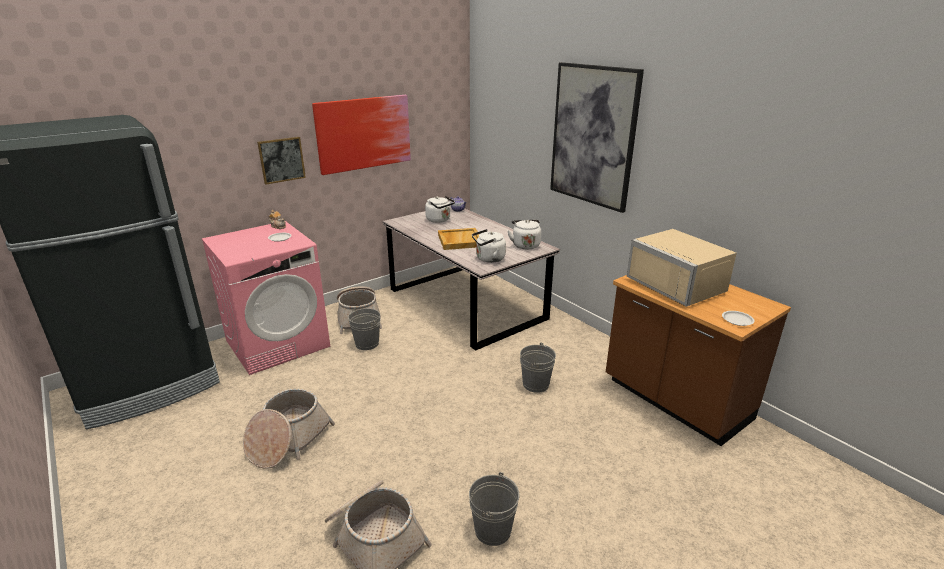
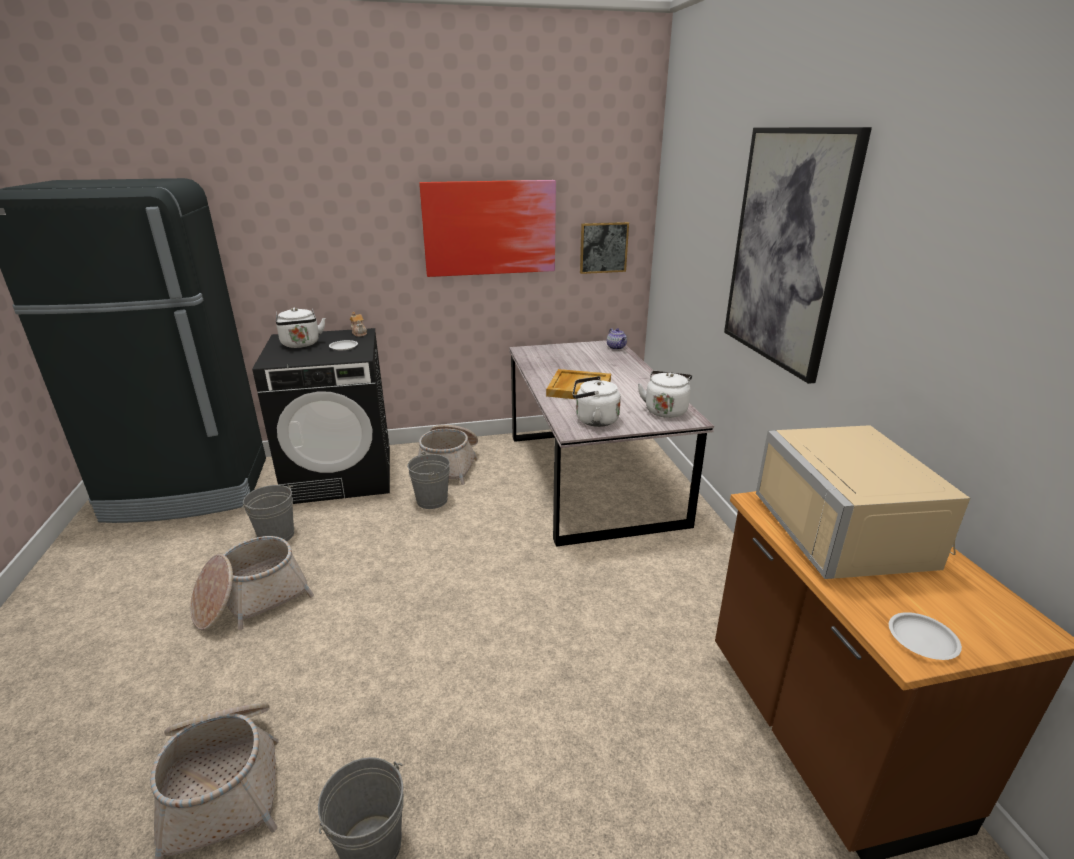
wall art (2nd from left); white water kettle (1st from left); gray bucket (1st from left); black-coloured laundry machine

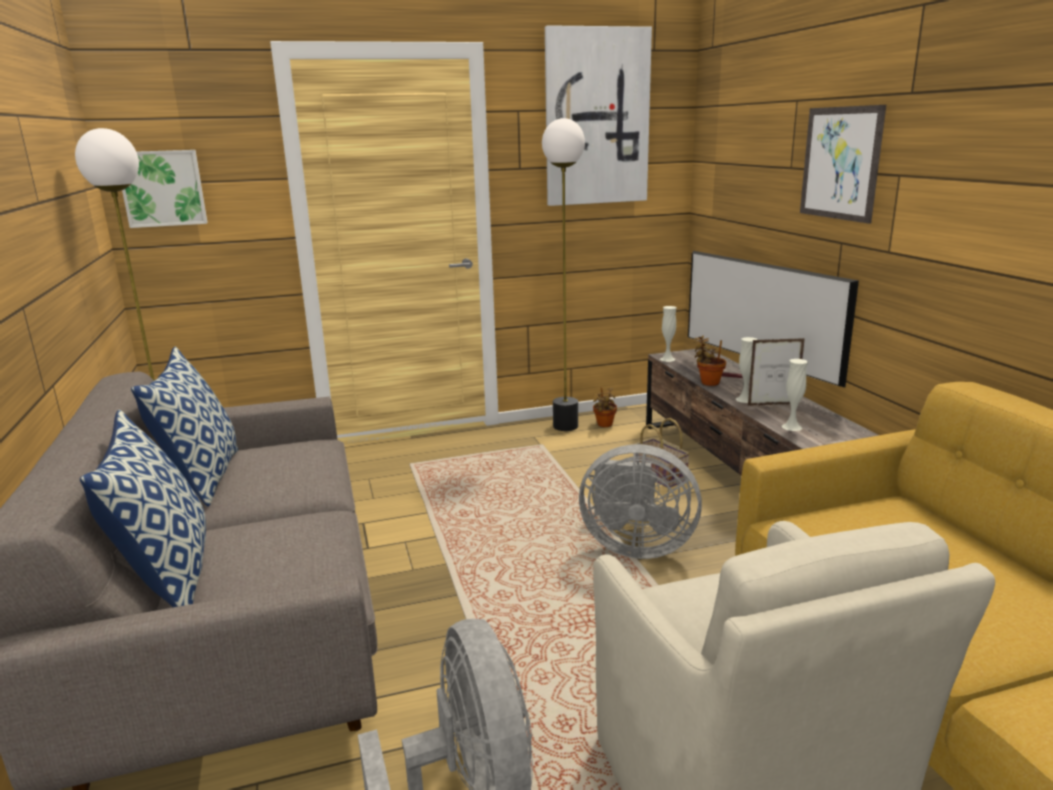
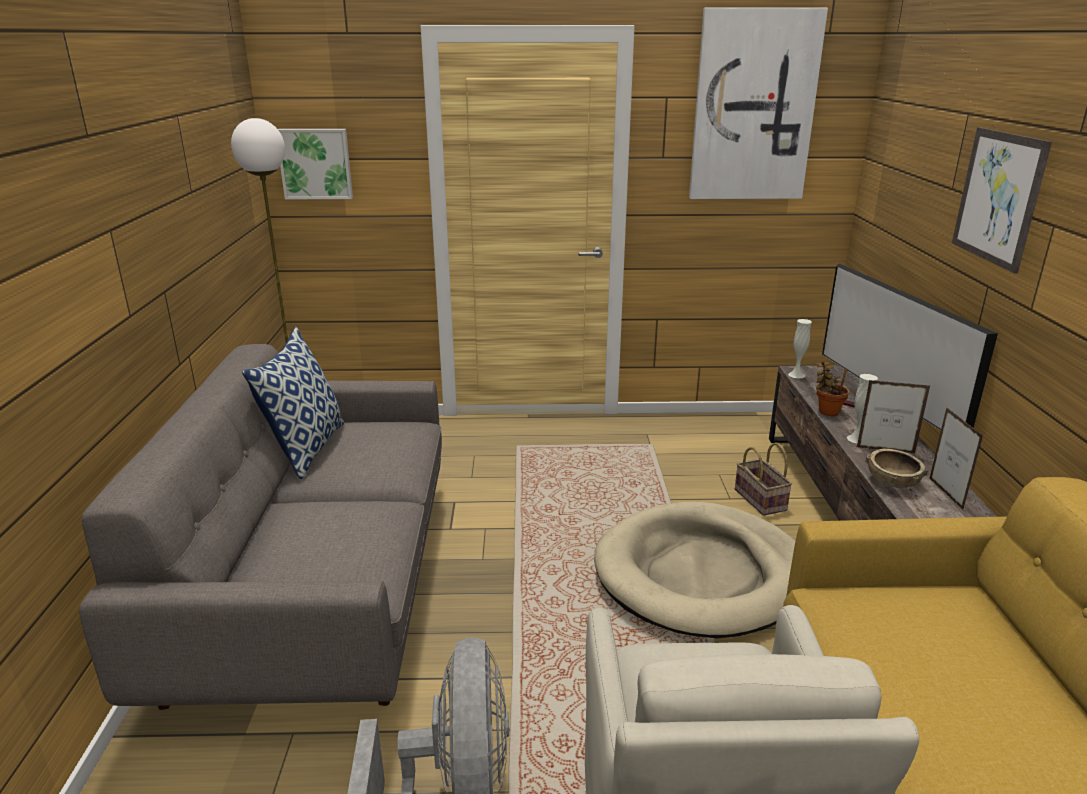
pillow (1st from left in the first image); standing lamp (2nd from left in the first image); houseplant (1st from left in the first image); photo frame (2nd from left); beige pet bed; brownish bowl

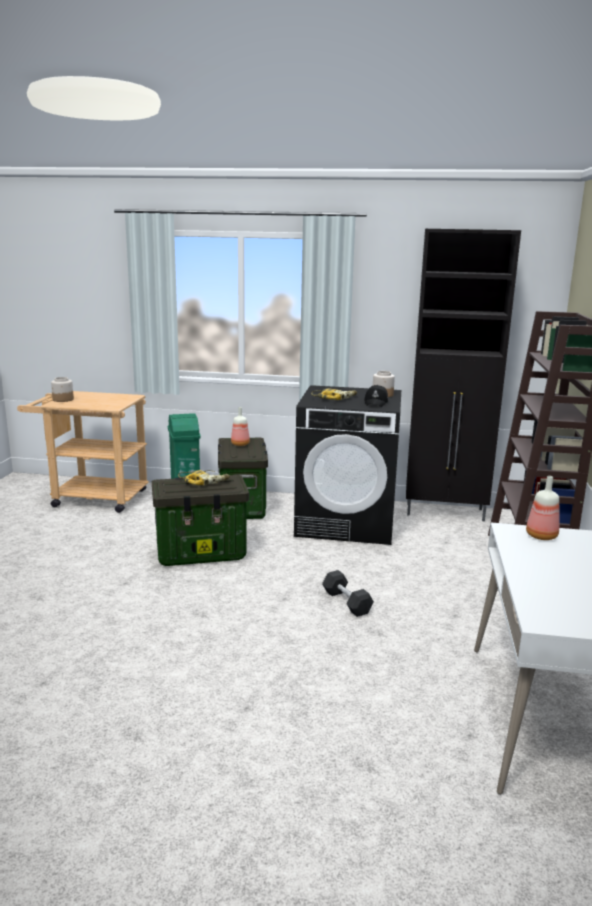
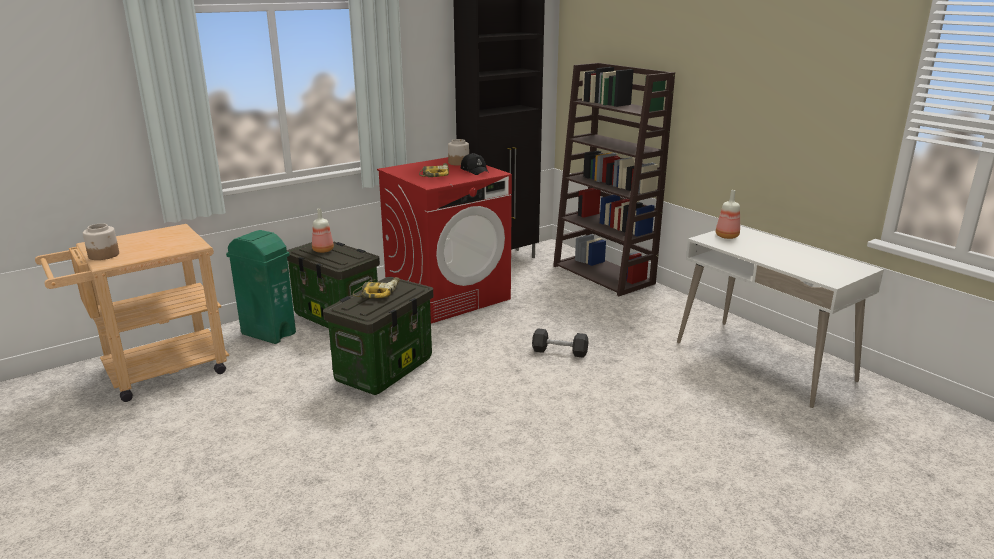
reddish laundry machine

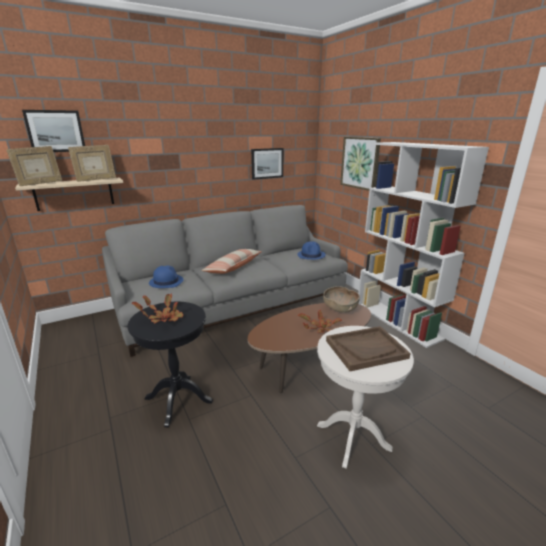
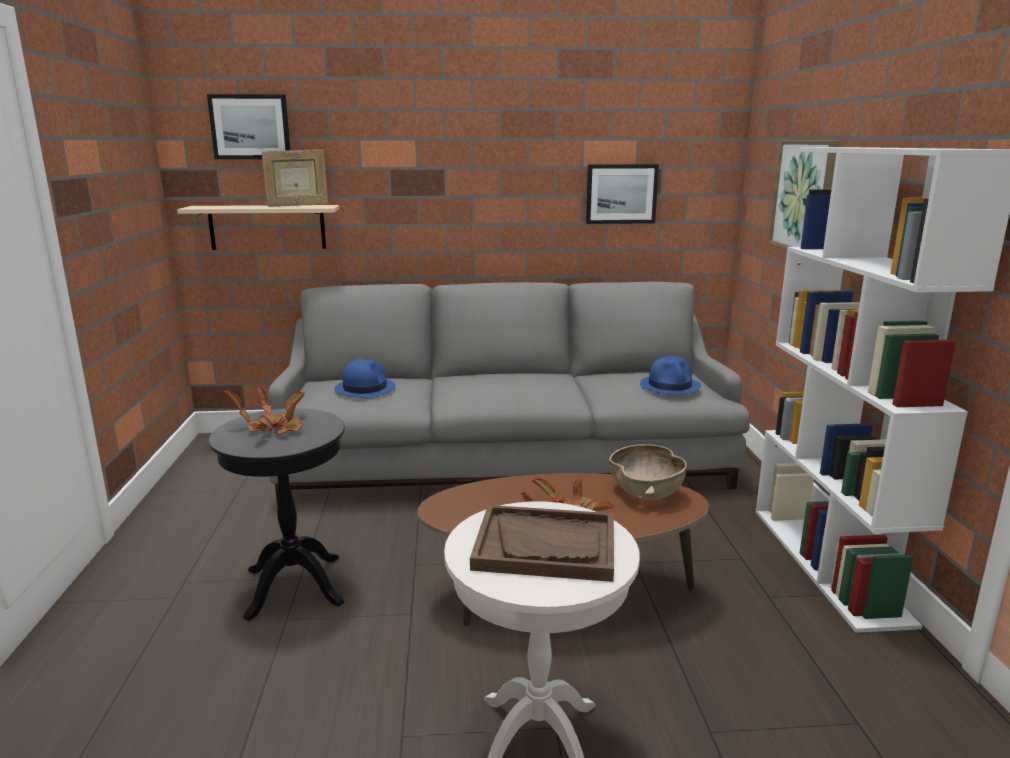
photo frame (1st from left in the first image); pillow

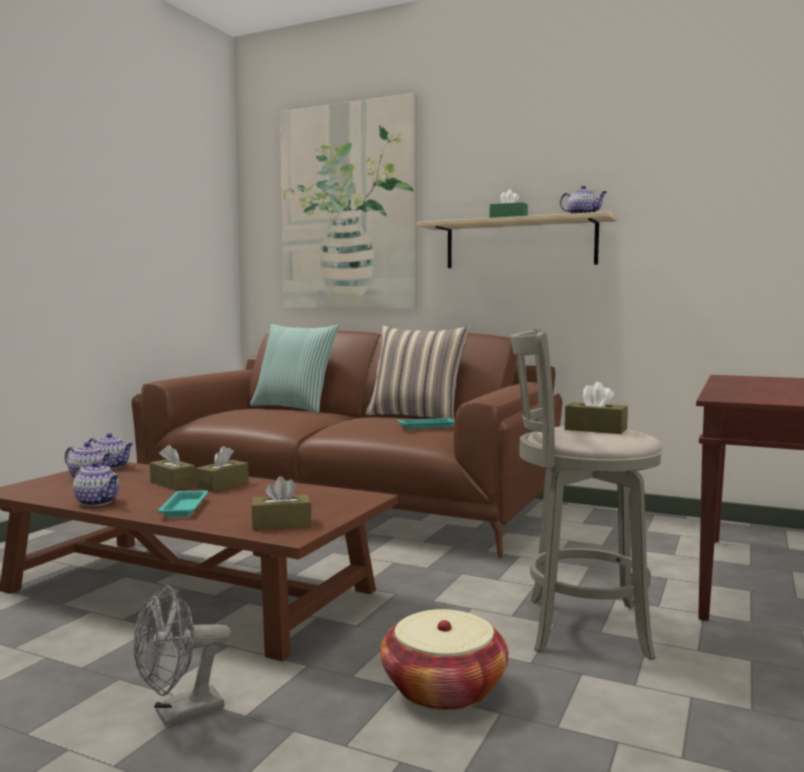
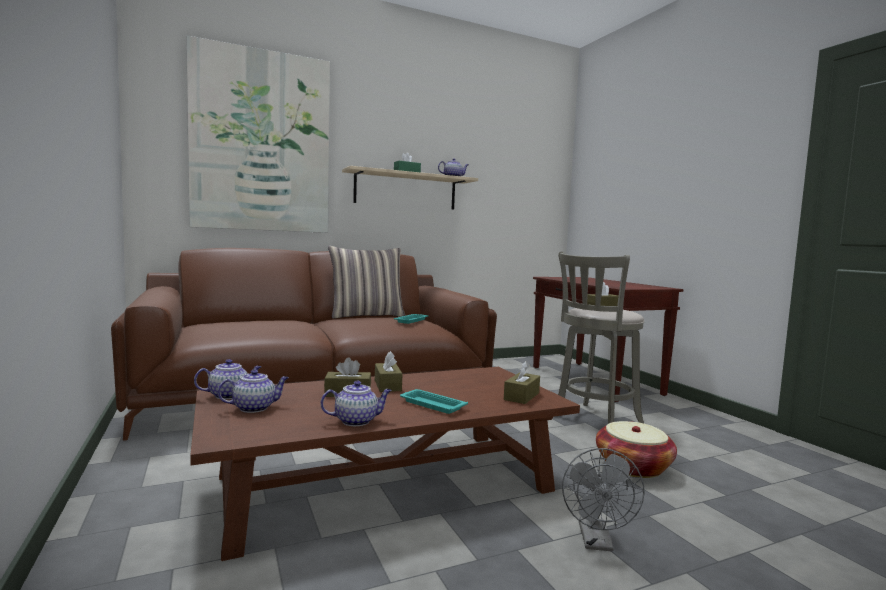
pillow (1st from left in the first image)

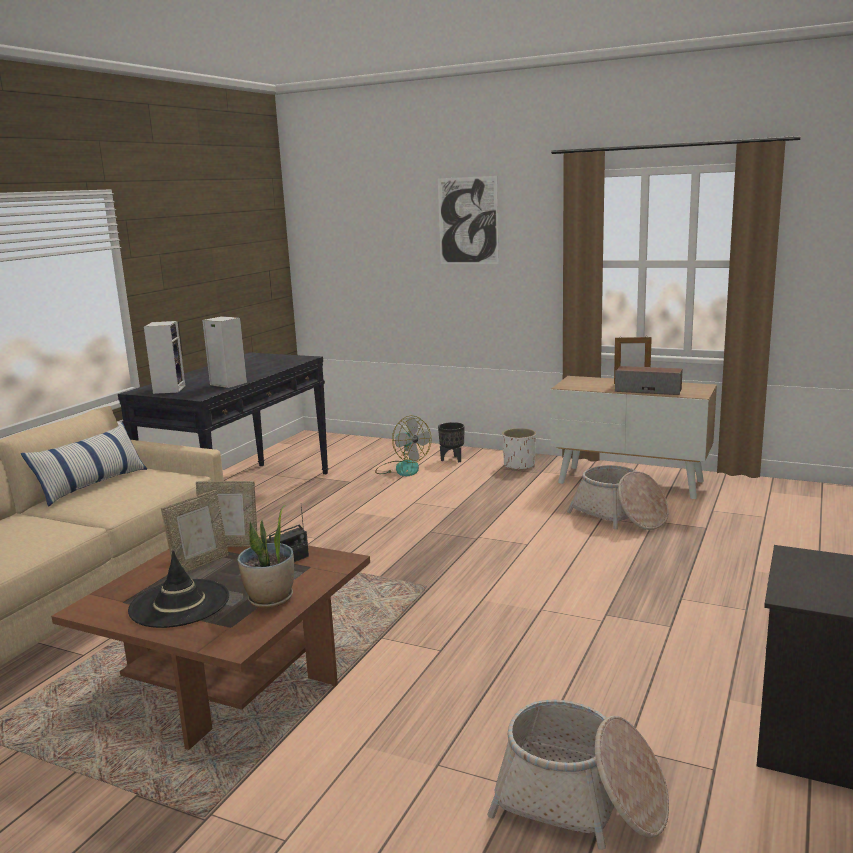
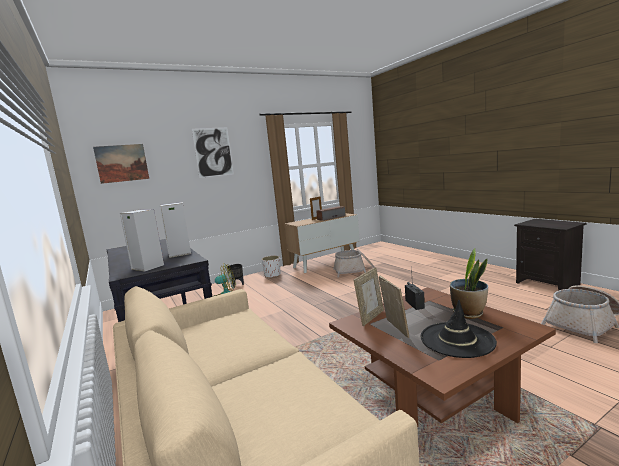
pillow; wall art (1st from left)

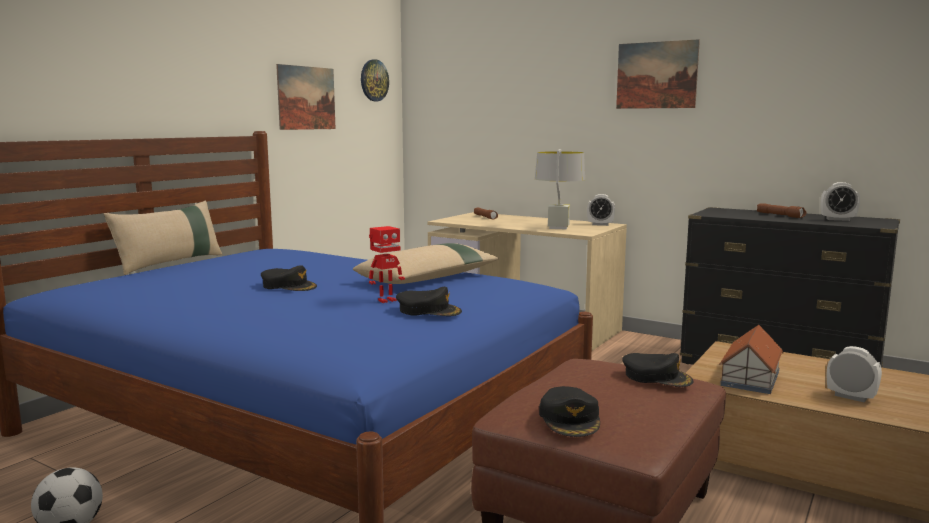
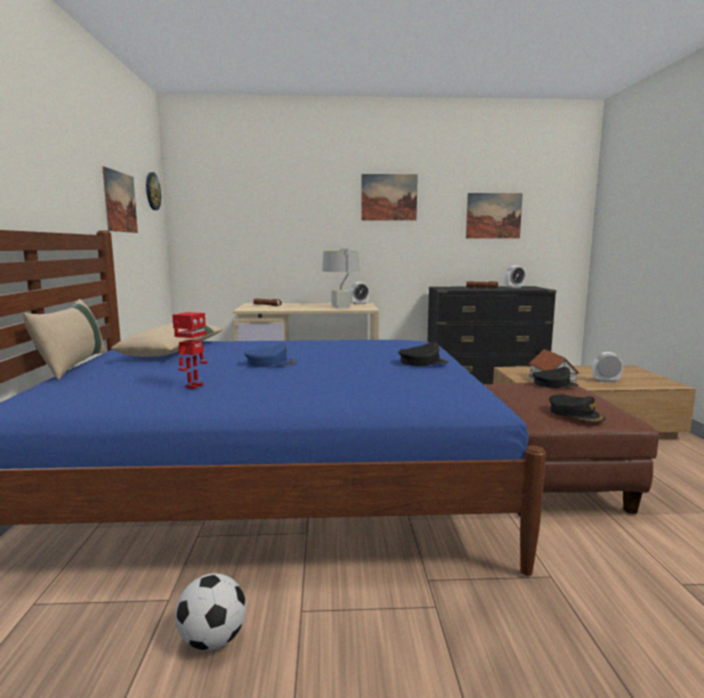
wall art (3rd from left); beige pillow (2nd from left); toy robot; bluish baseball cap

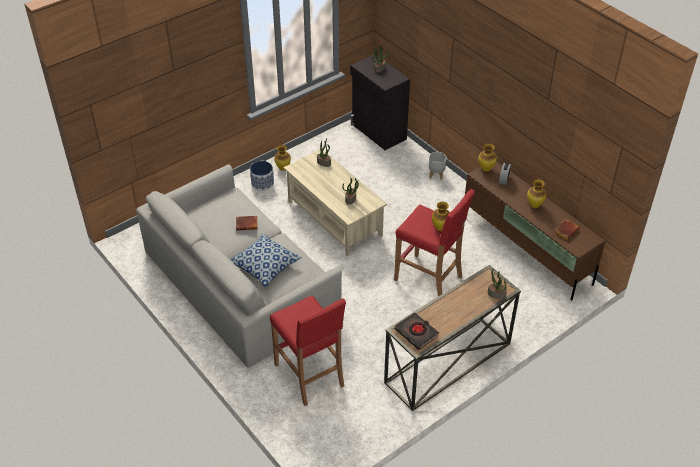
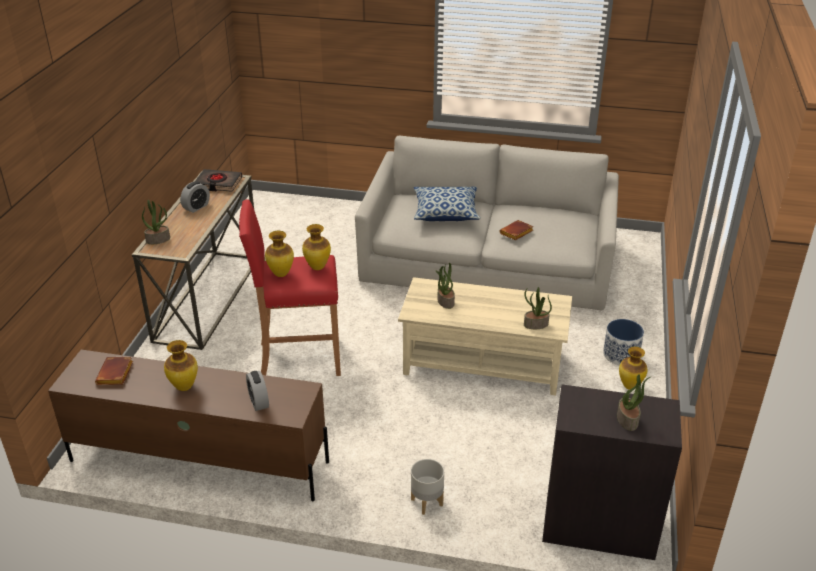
reddish sitting stool (1st from left in the first image); alarm clock (1st from left); vase (3rd from left)

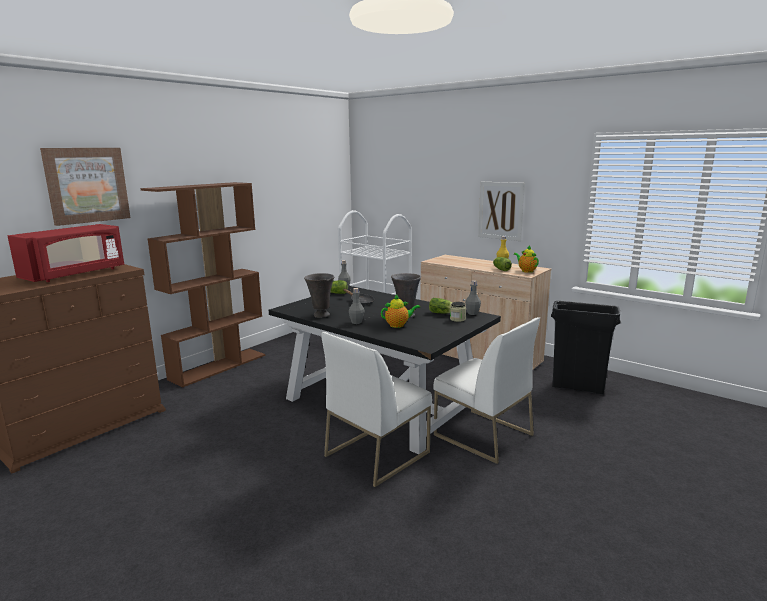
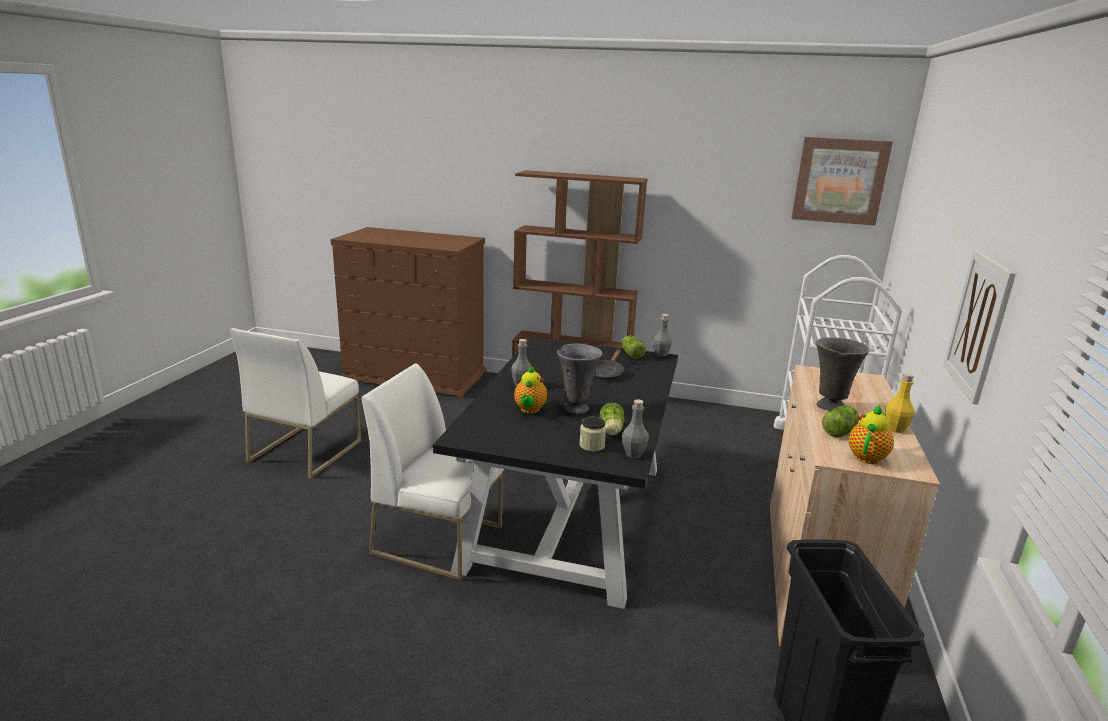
reddish microwave; wall art (1st from left); gray vase (2nd from left); white plain chair (1st from left); tea pot (1st from left)

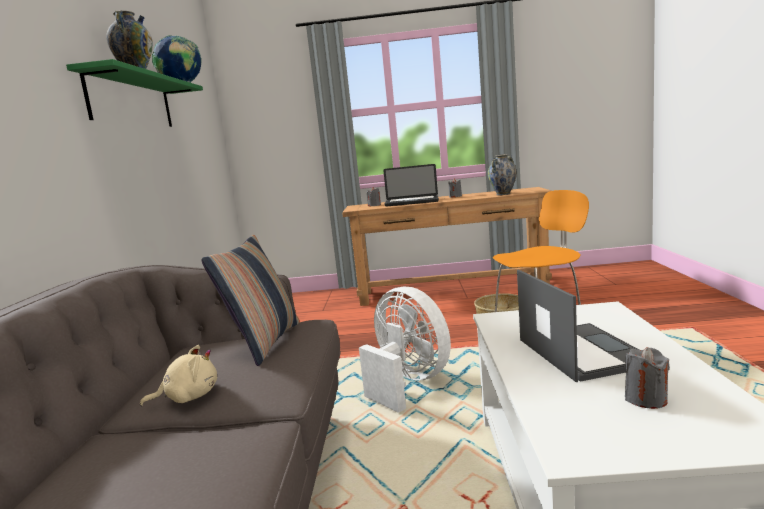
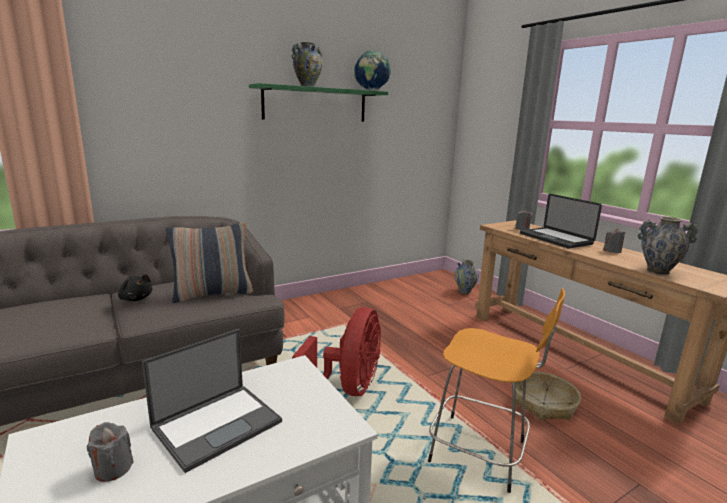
vase (2nd from left); black-coloured soft toy; reddish fan

